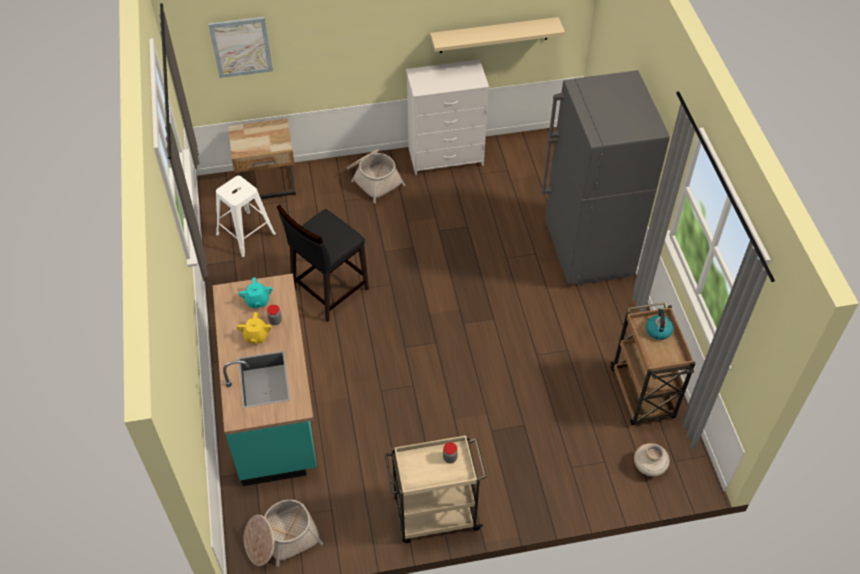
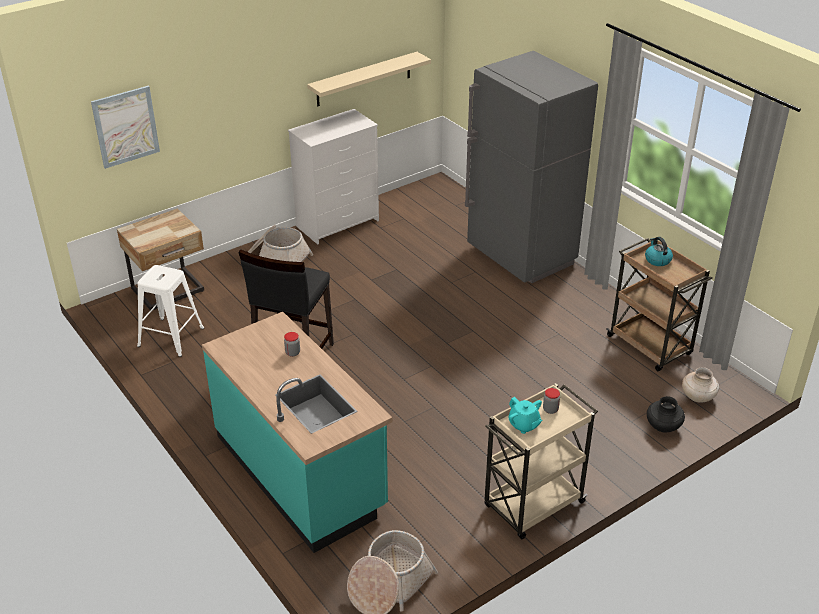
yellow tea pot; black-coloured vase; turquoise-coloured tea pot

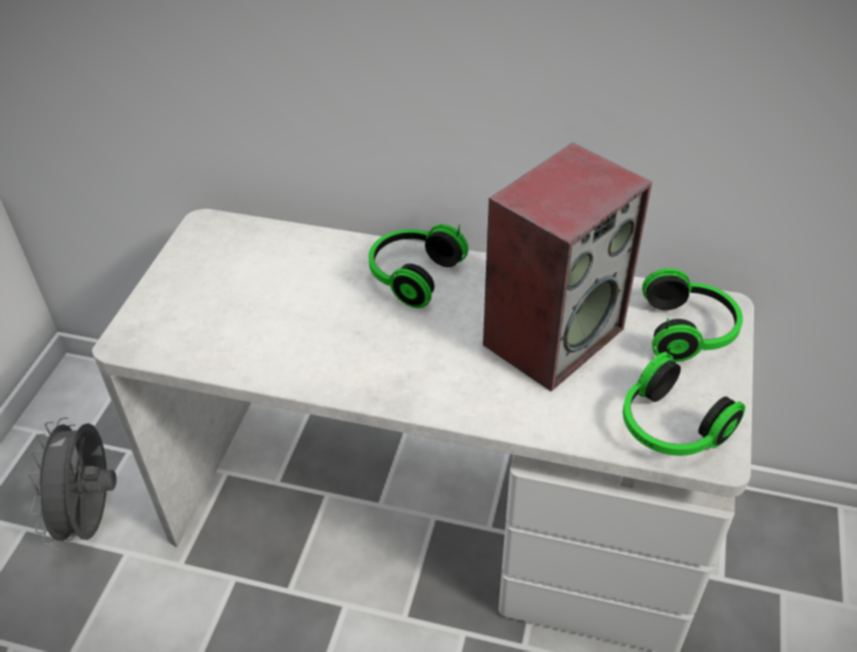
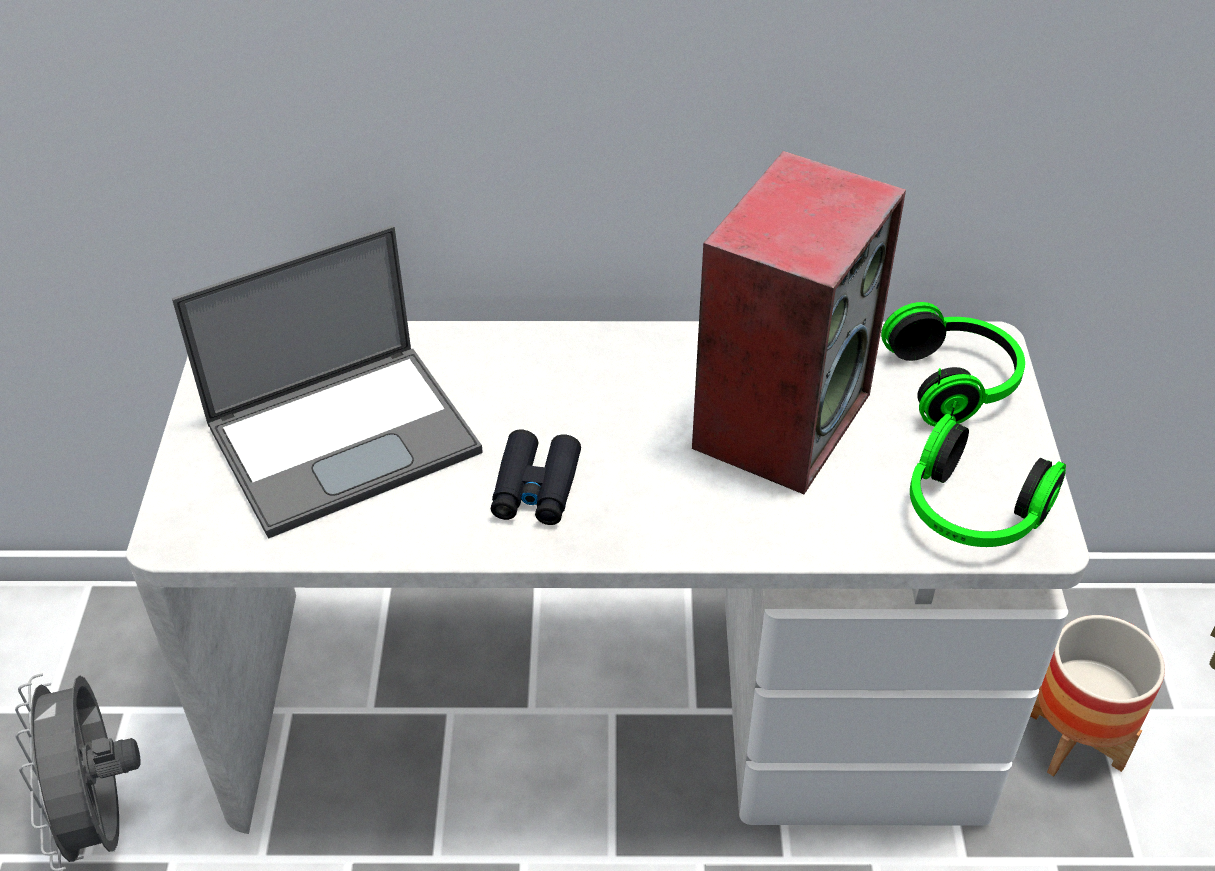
headset (1st from left in the first image); portable computer; black-coloured field glasses; flower pot

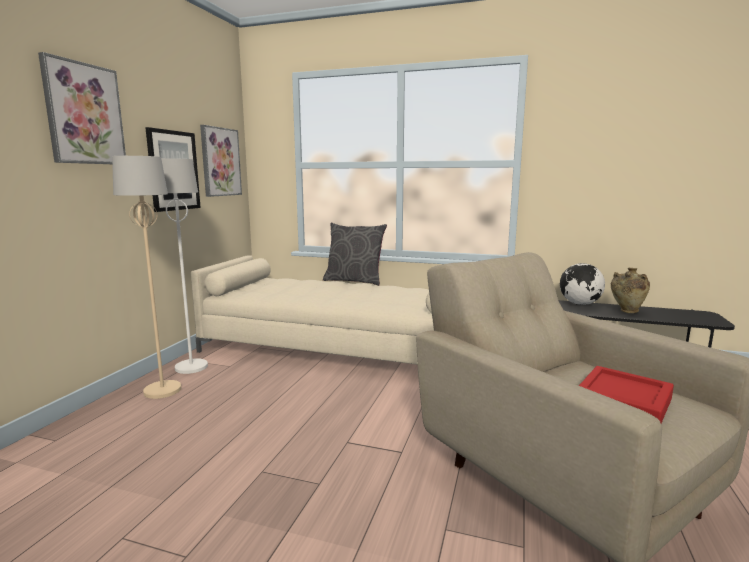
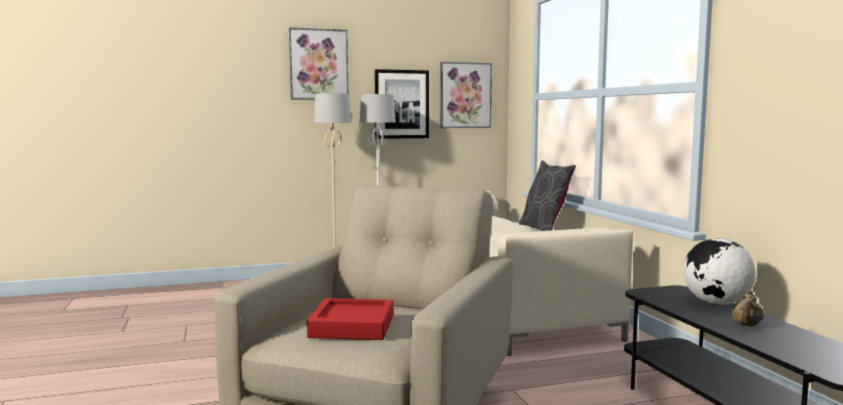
beige tea pot

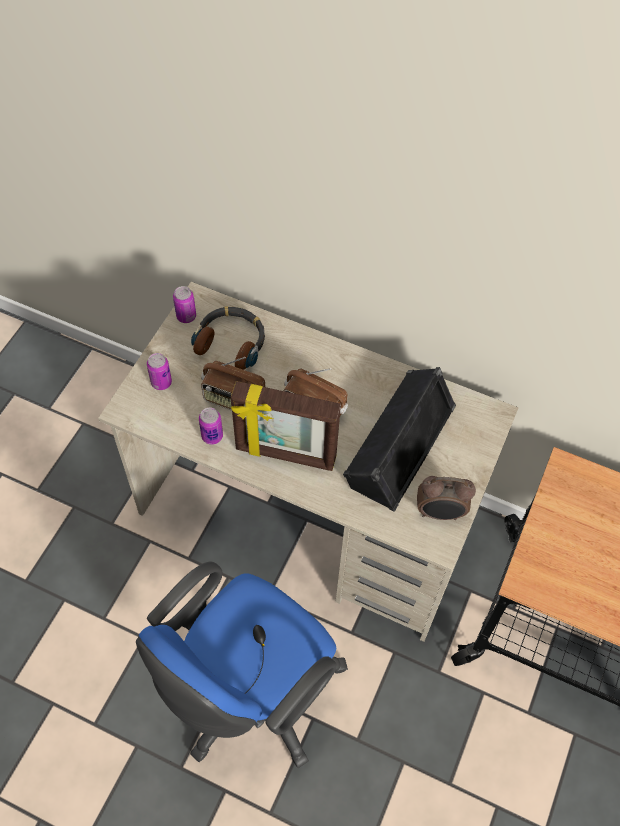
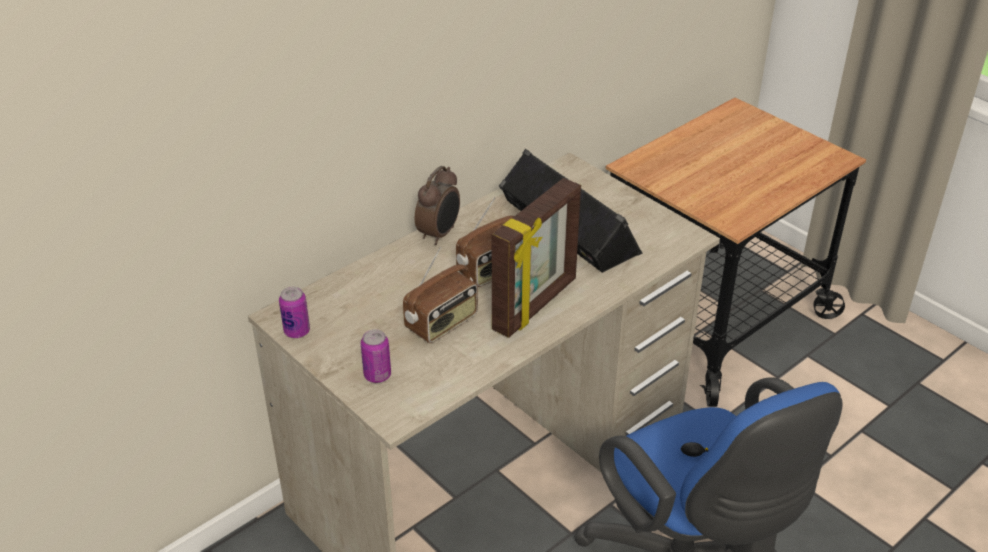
headset; metal can (3rd from left in the first image); alarm clock

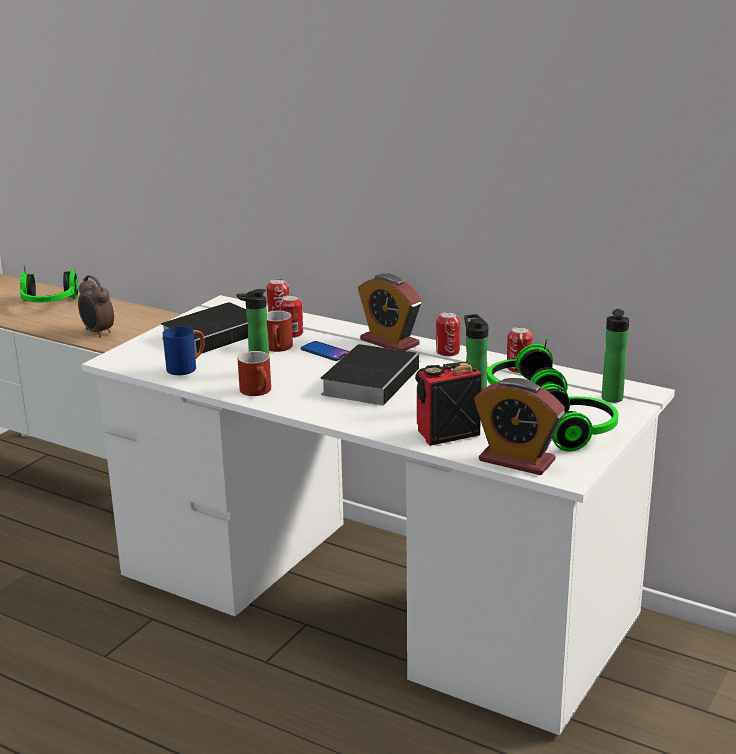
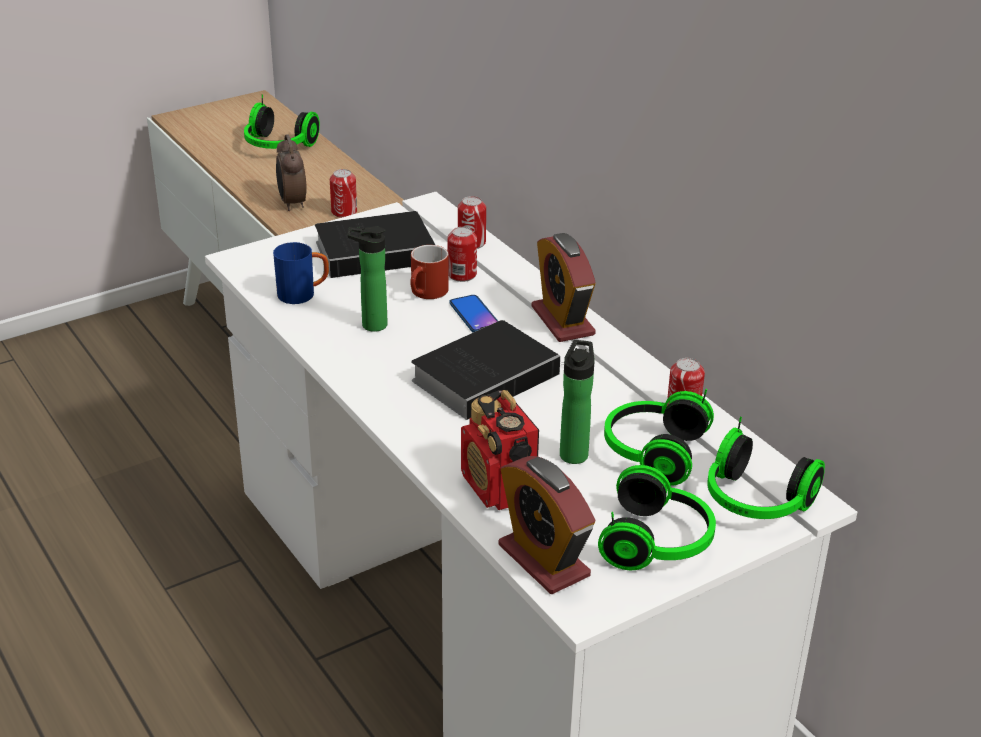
reddish mug (1st from left in the first image); metal can (1st from left); headset (4th from left); radio

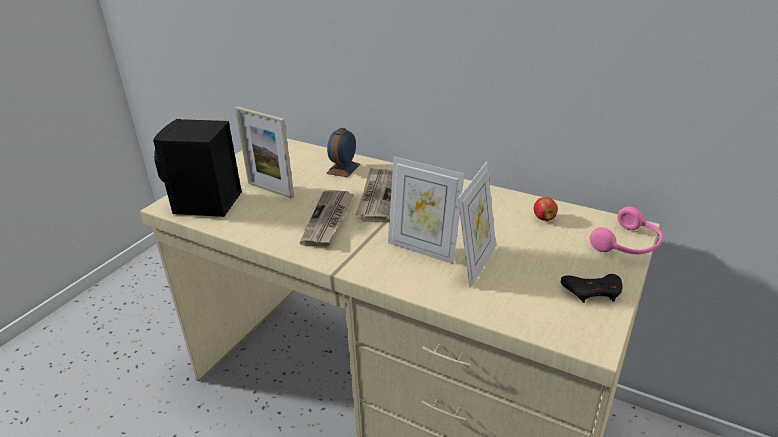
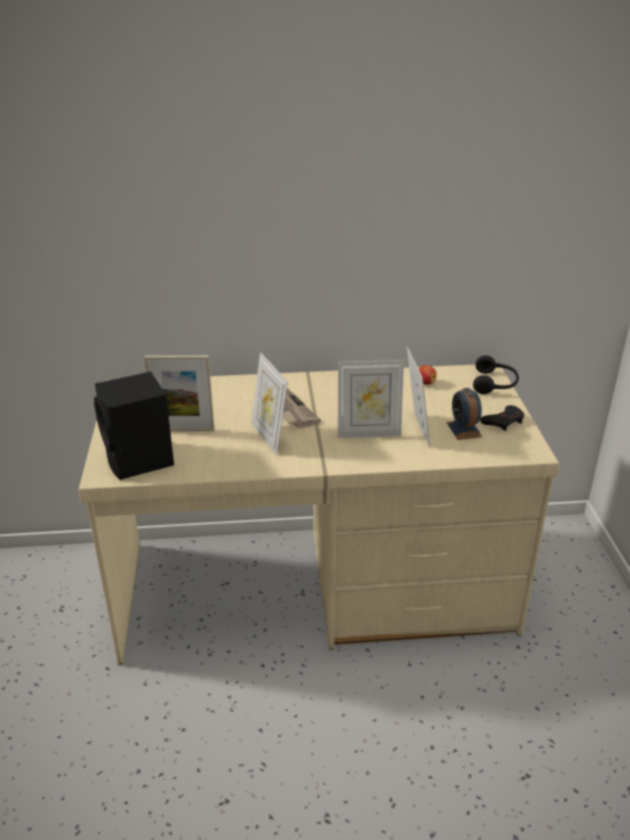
alarm clock; photo frame (2nd from left); black-coloured headset

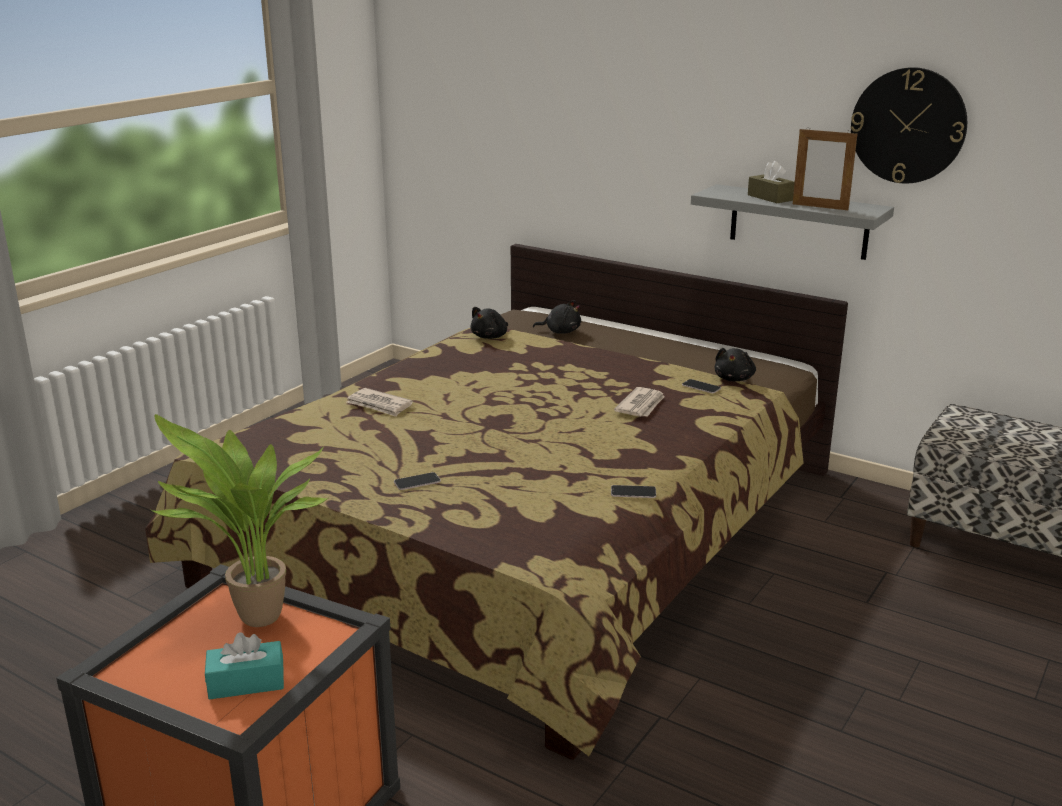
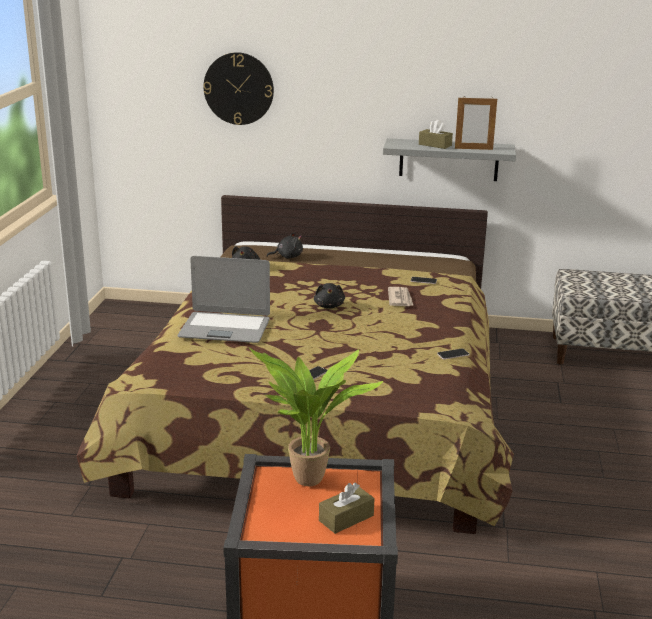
black-coloured soft toy (3rd from left); clock on the wall; portable computer; brownish tissue box (1st from left)

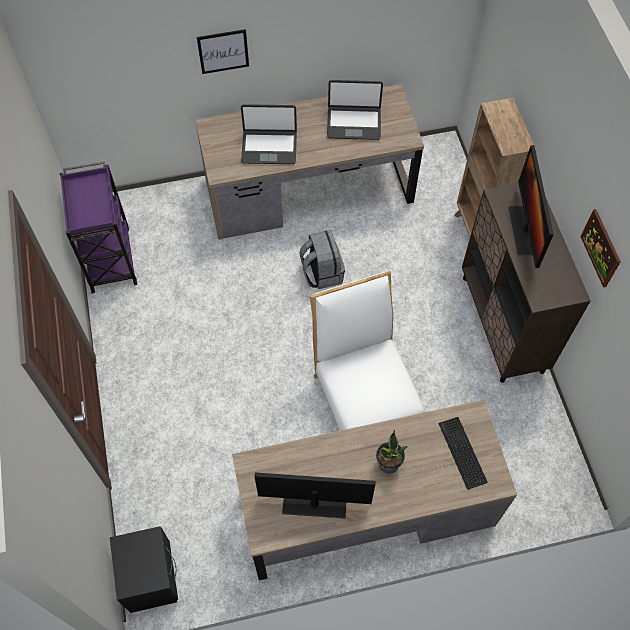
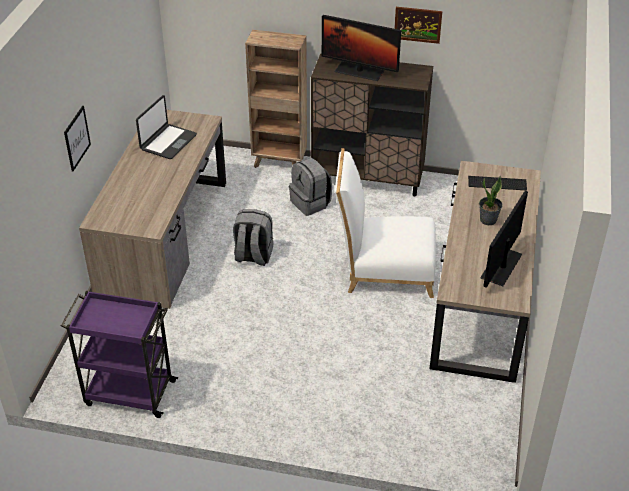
black-coloured nightstand; portable computer (1st from left in the first image); gray backpack (2nd from left)

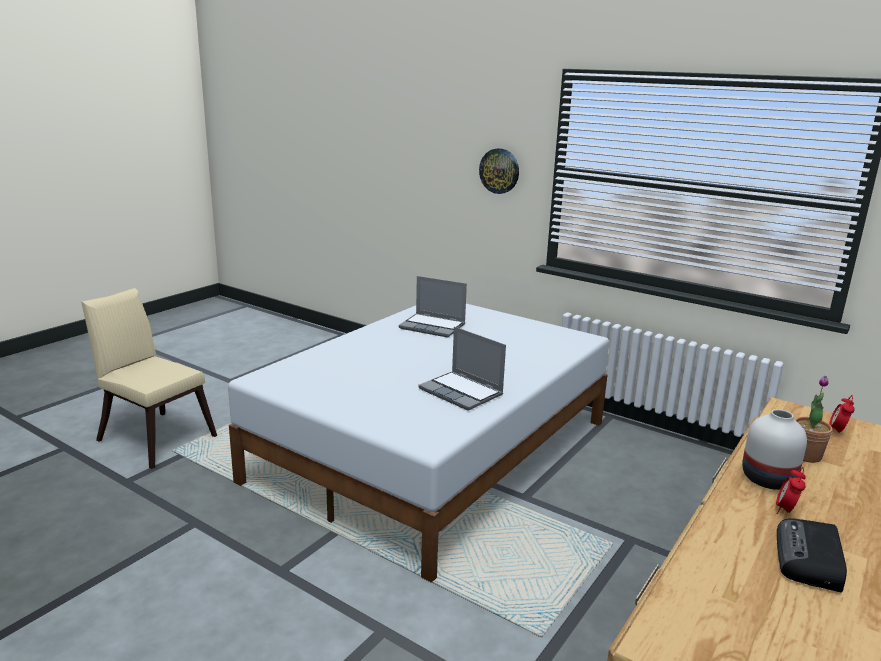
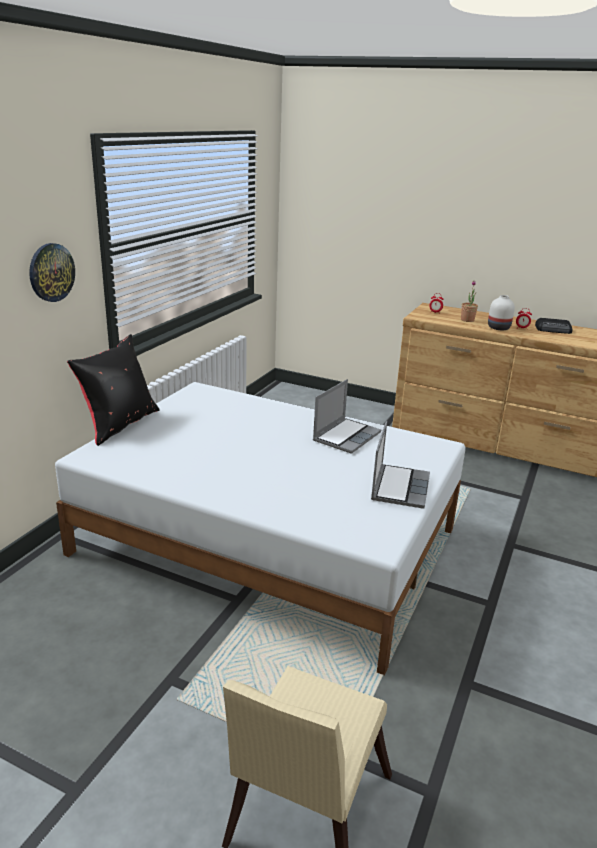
black-coloured pillow; portable computer (2nd from left)

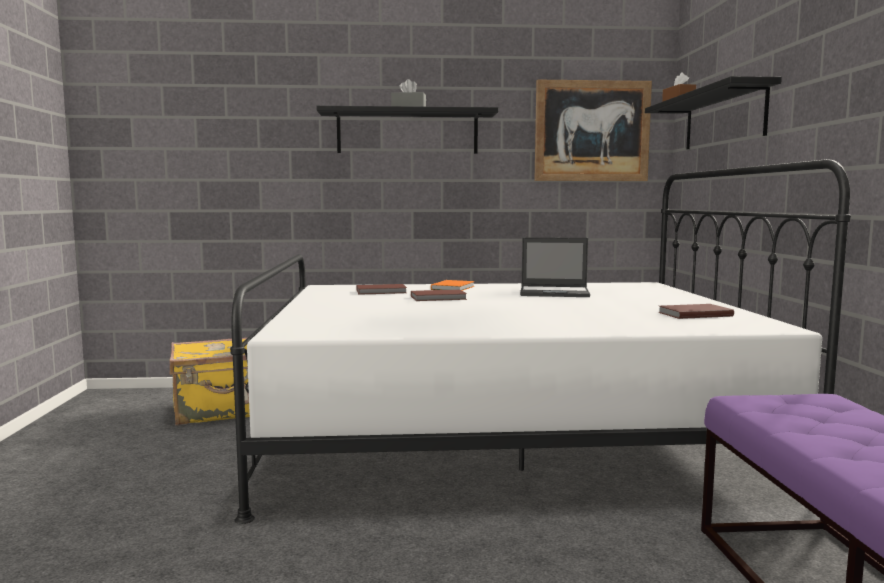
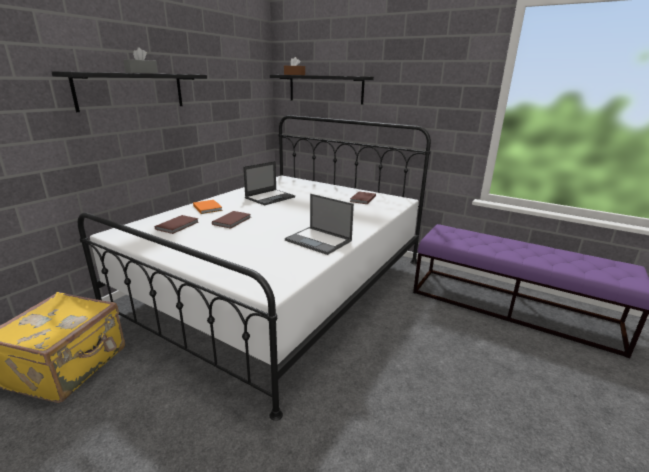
wall art; portable computer (2nd from left)

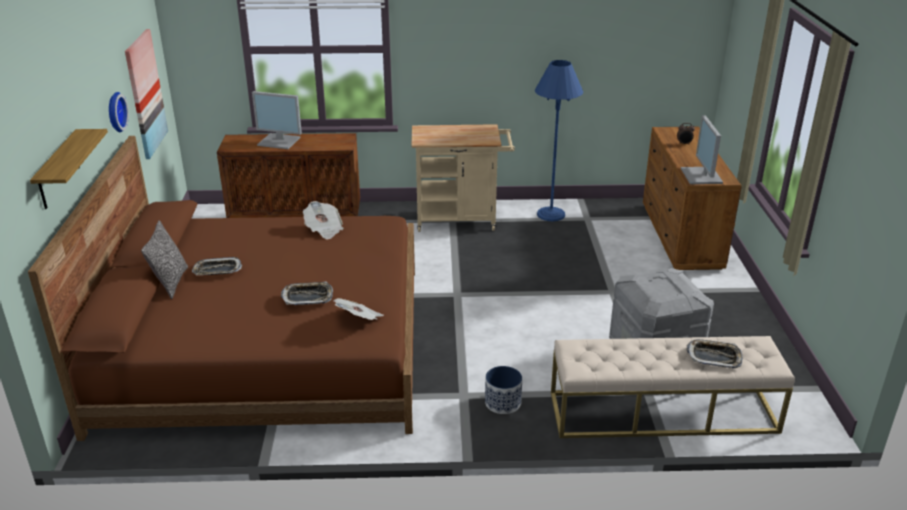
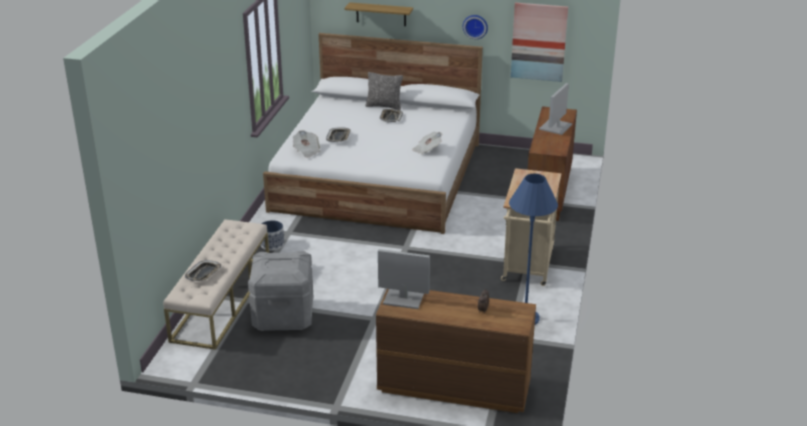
white sleeping bed

